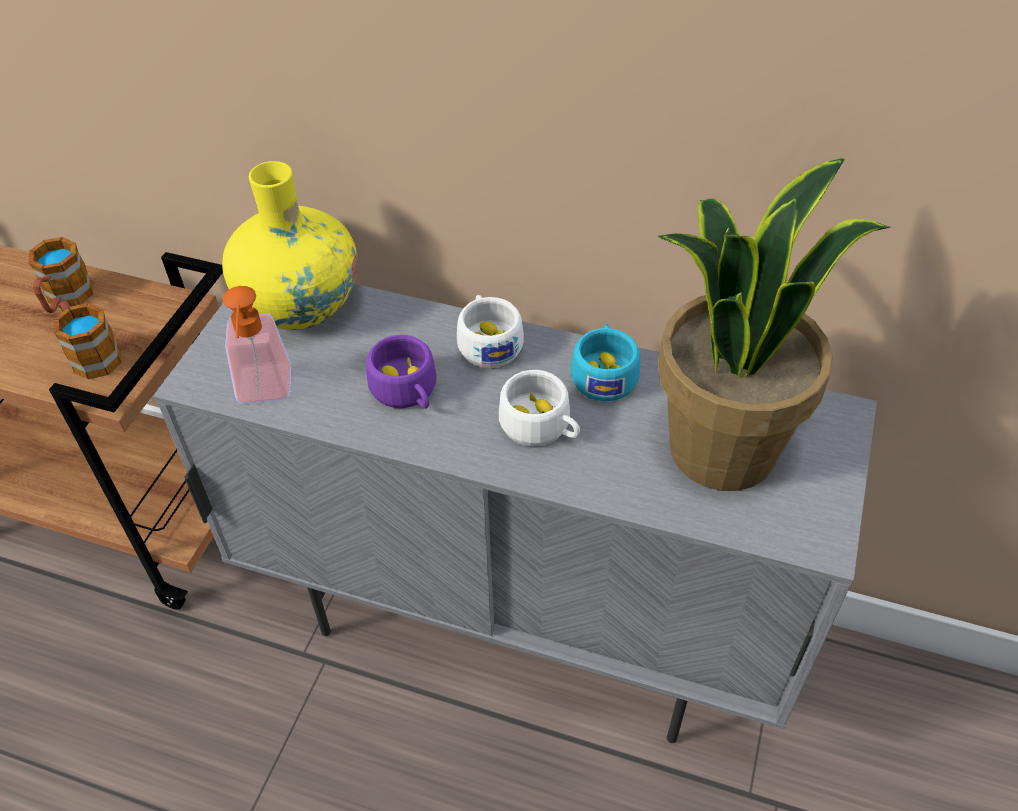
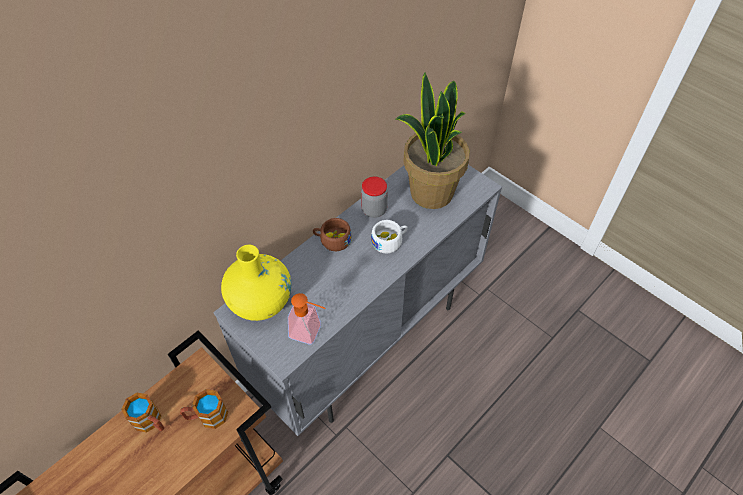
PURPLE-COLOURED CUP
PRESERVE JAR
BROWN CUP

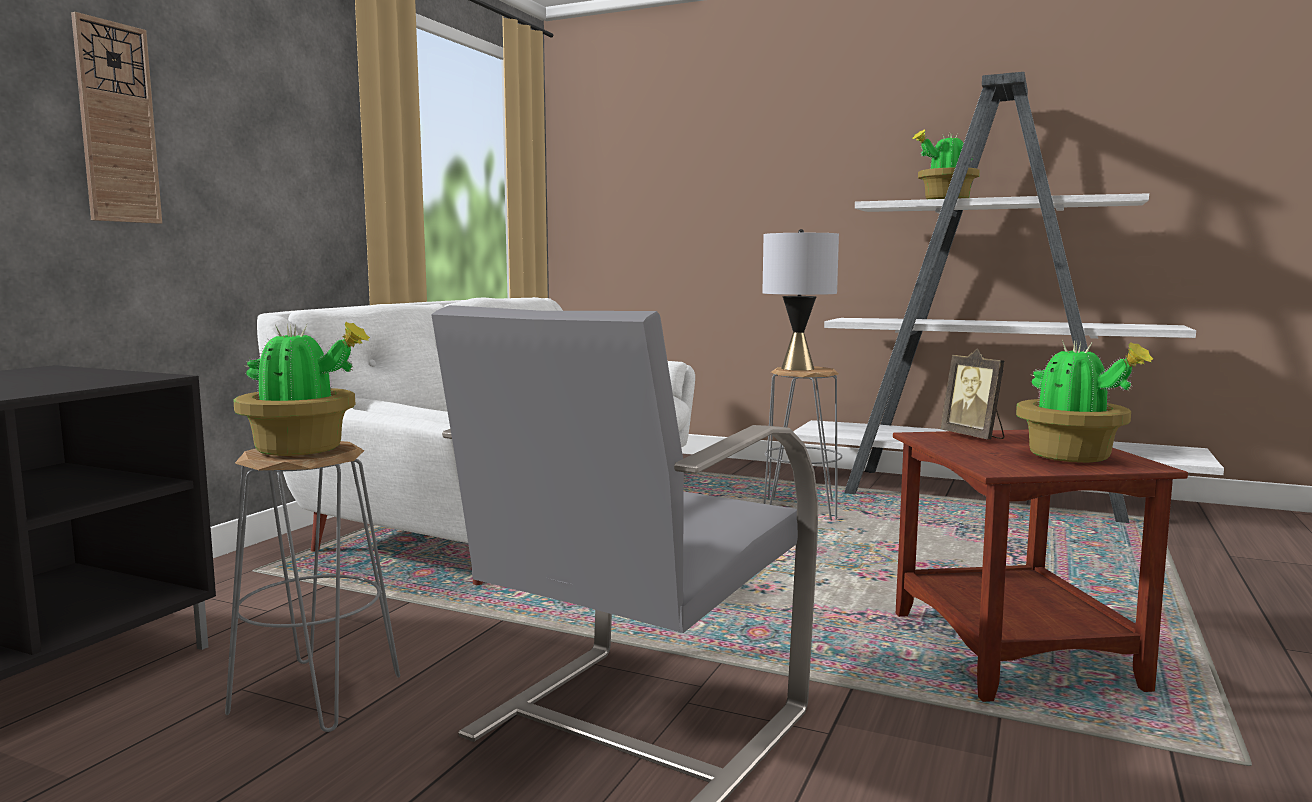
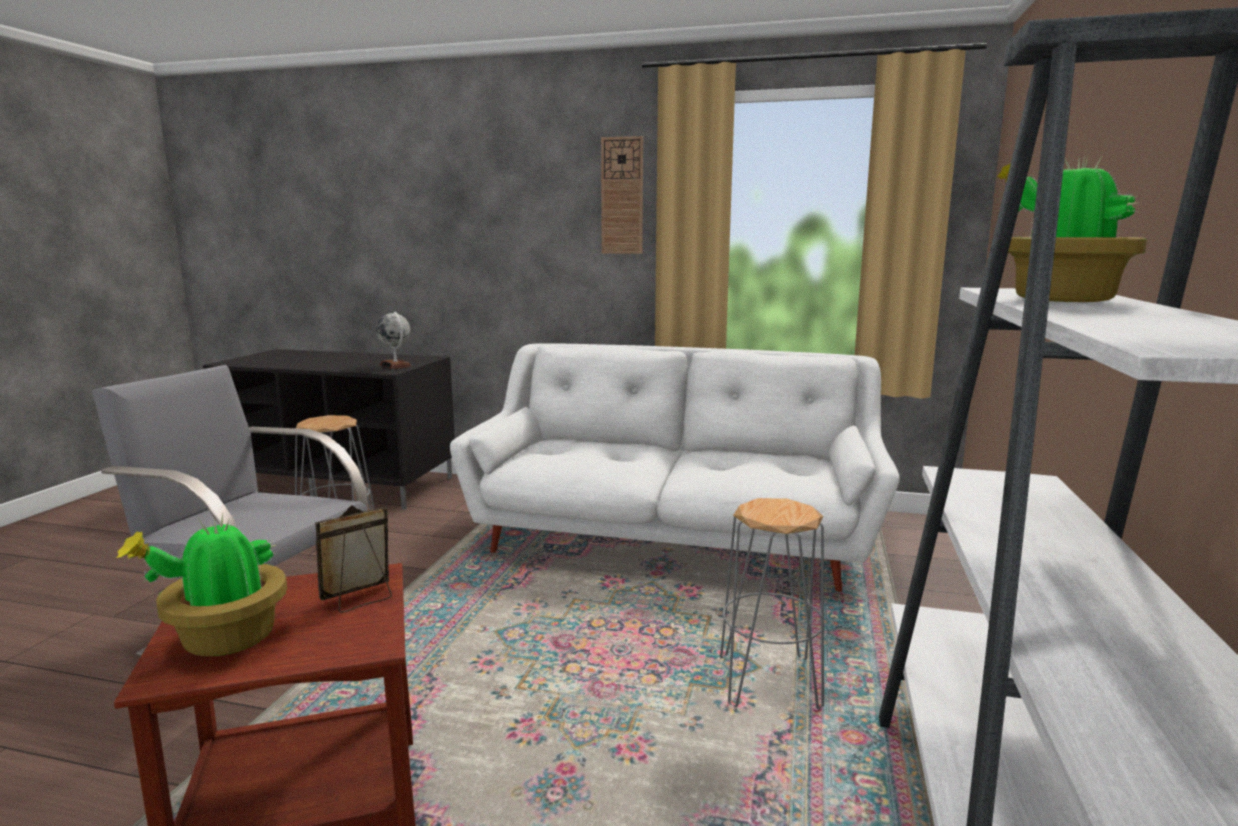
POTTED PLANT (1st from left in the first image)
GRAY TABLETOP LAMP
DESK GLOBE
CLOCK ON THE WALL

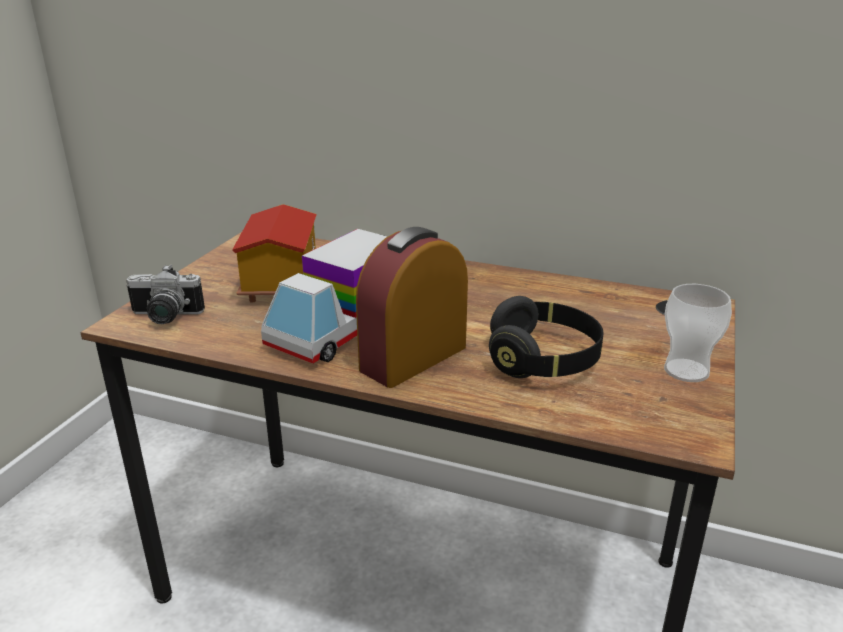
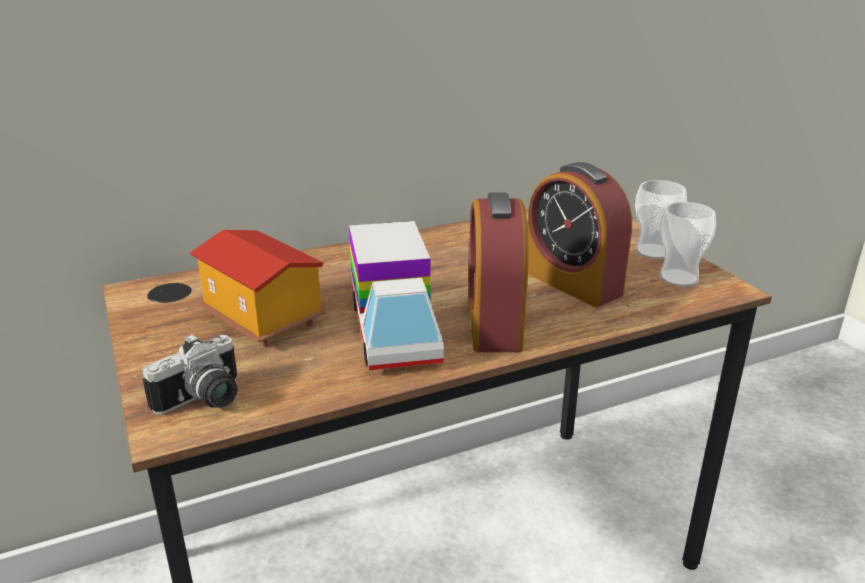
CUP (2nd from left)
BEDSIDE CLOCK (2nd from left)

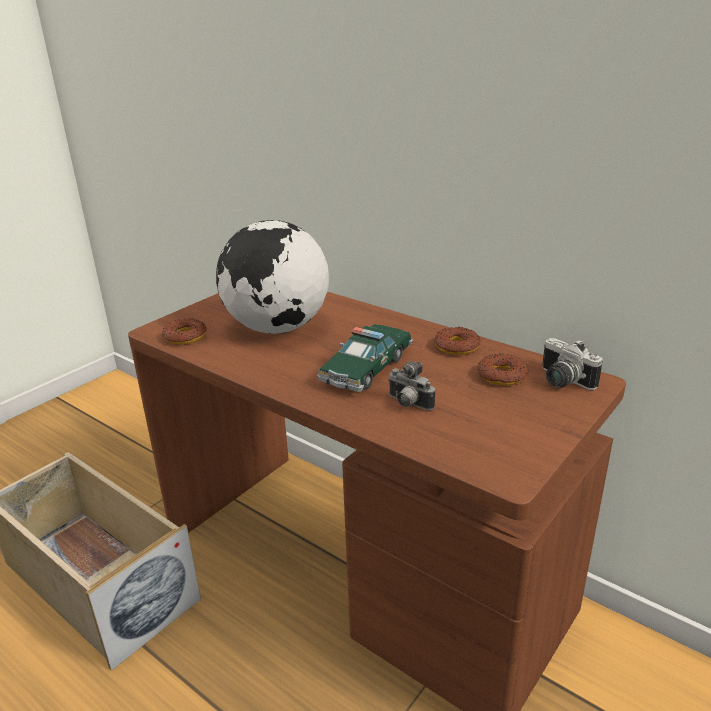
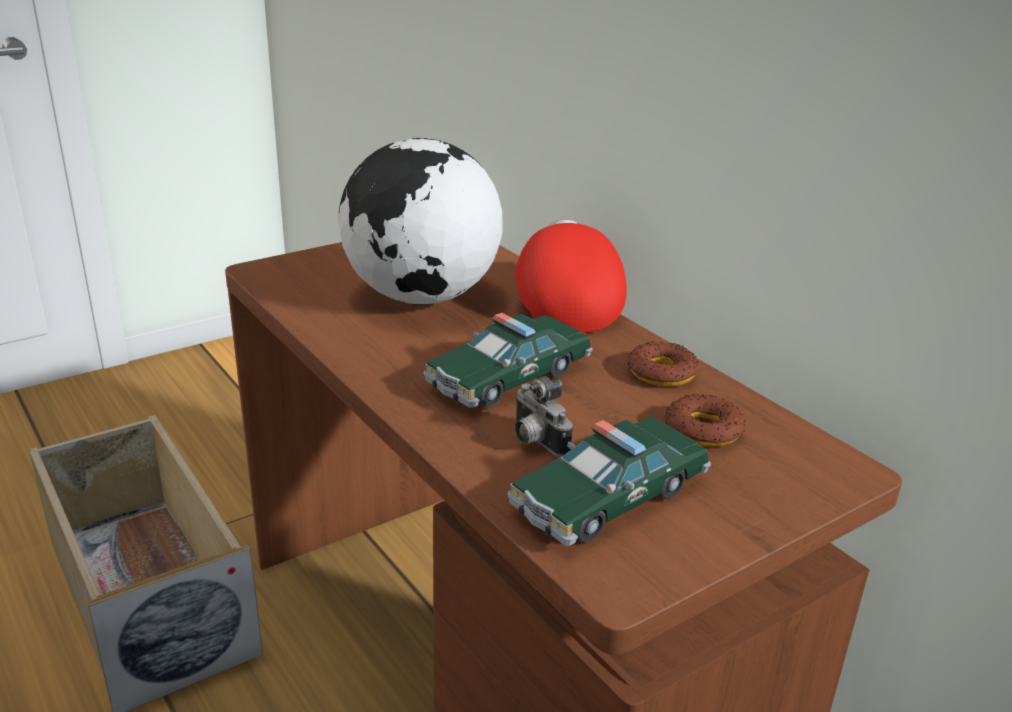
RING DOUGHNUT (1st from left in the first image)
STILL CAMERA (2nd from left in the first image)
TOY CAR (2nd from left)
REDDISH CAP

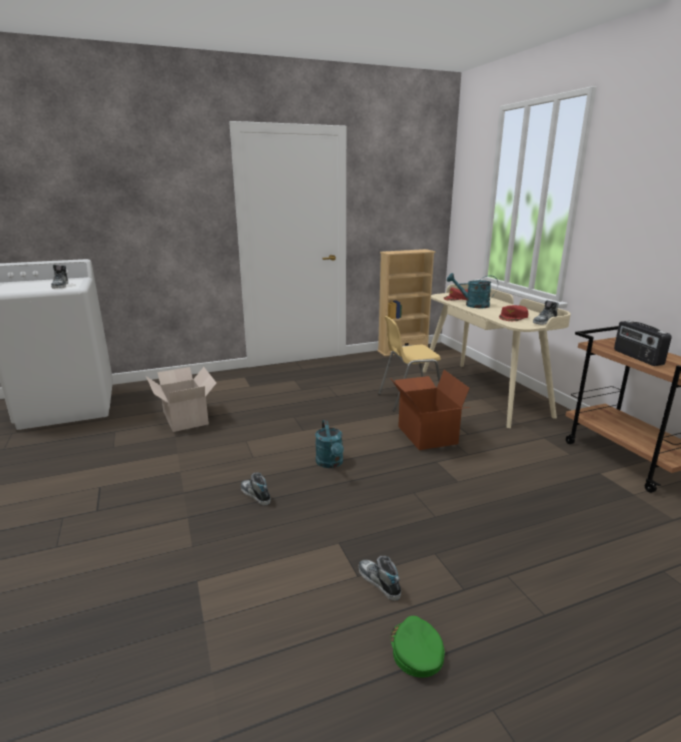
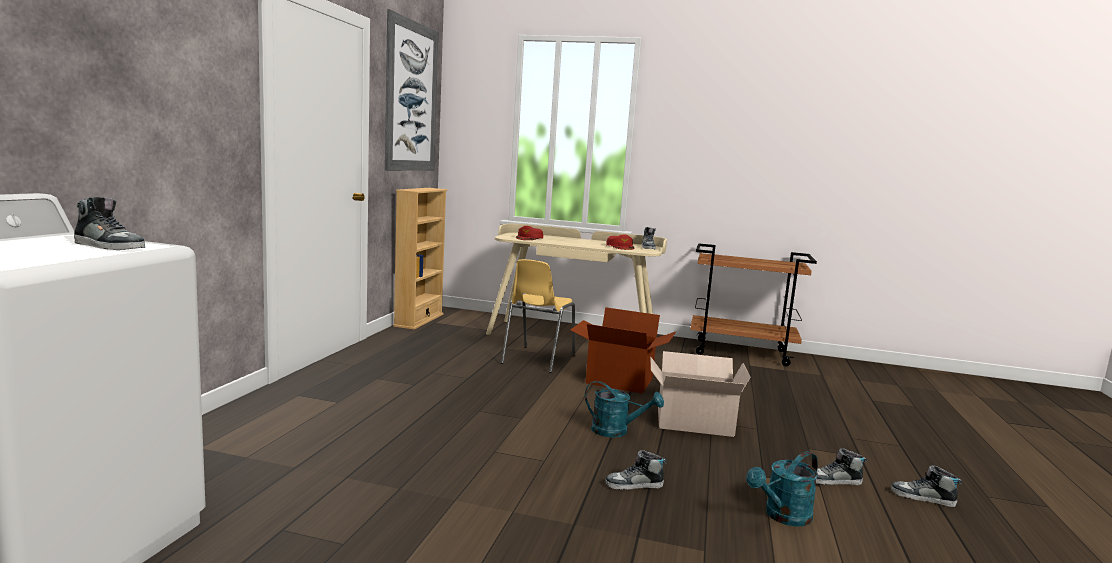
RADIO
PICTURE
CARDBOARD BOX (2nd from left)
TURQUOISE-COLOURED WATERING POT (2nd from left)
LOW SHOE (5th from left)

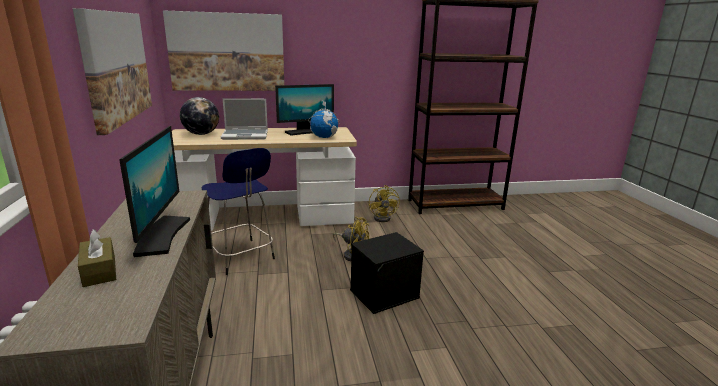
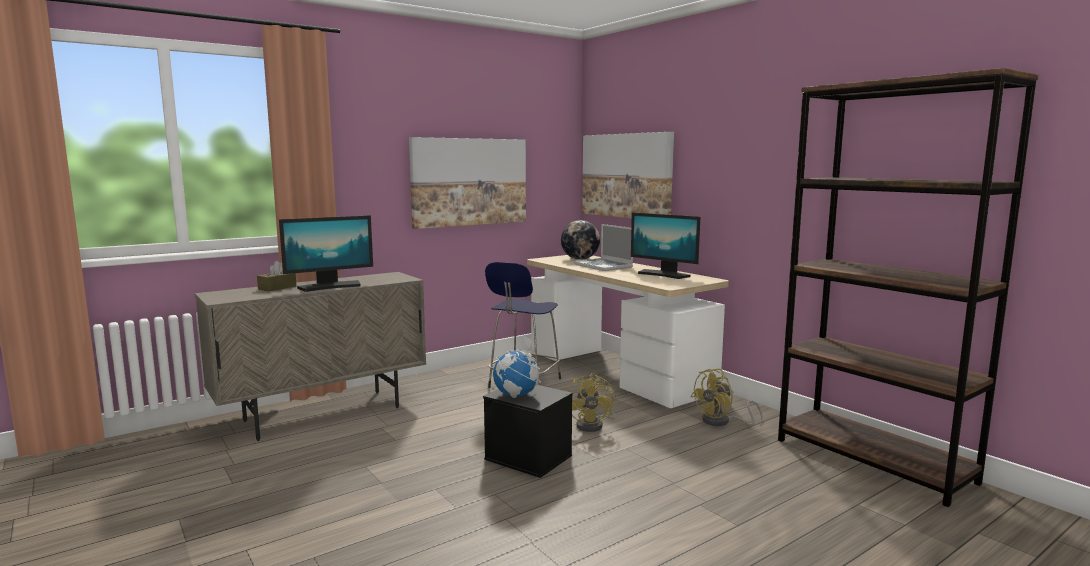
DESK GLOBE (1st from left)

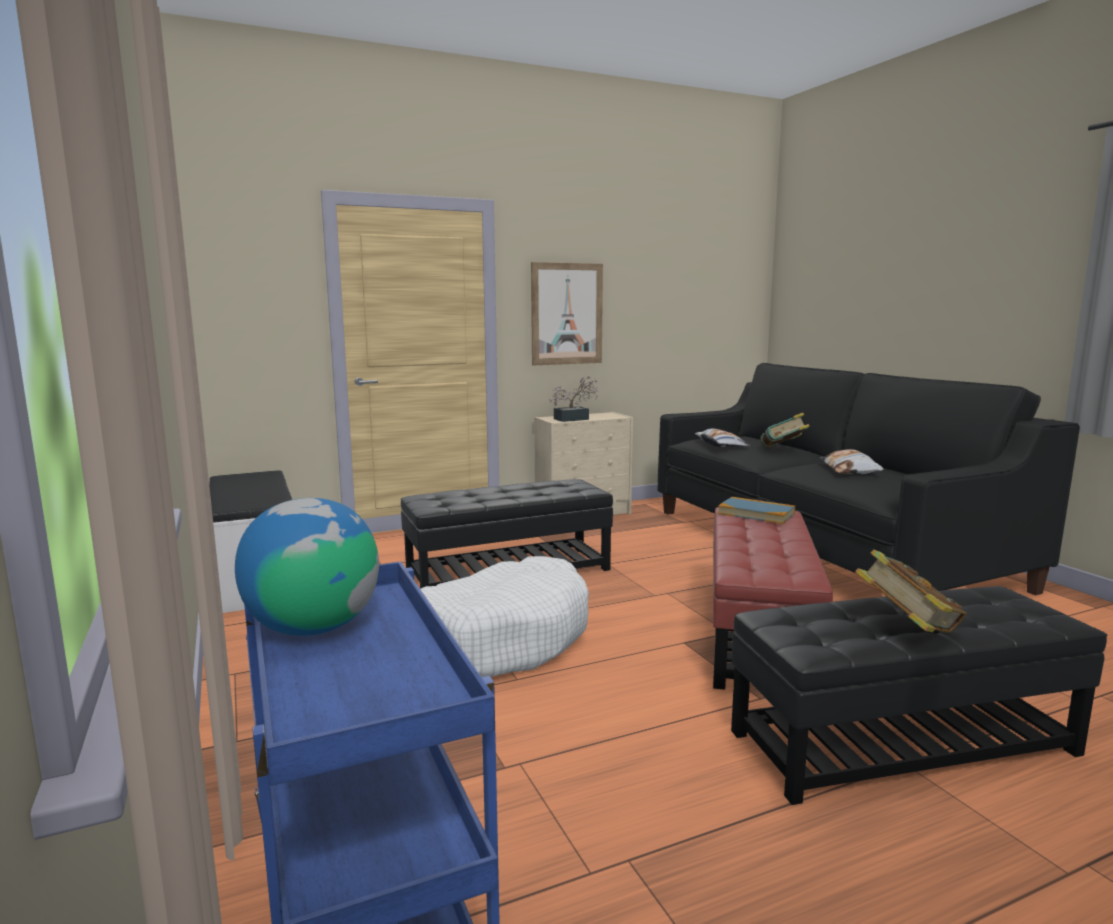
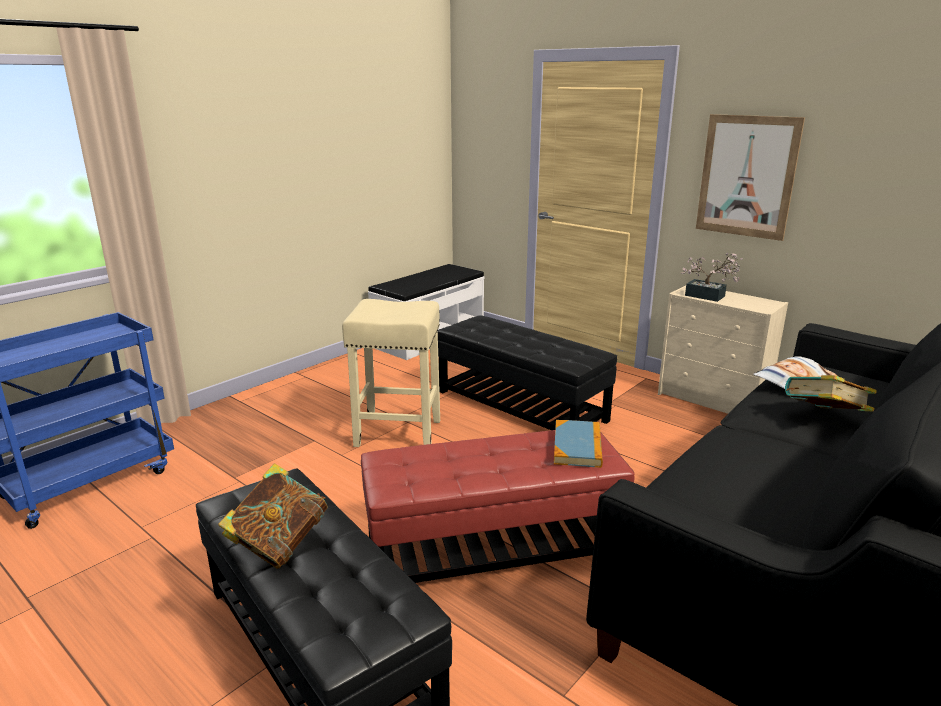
DESK GLOBE
PILLOW (2nd from left in the first image)
BEIGE STOOL SEAT

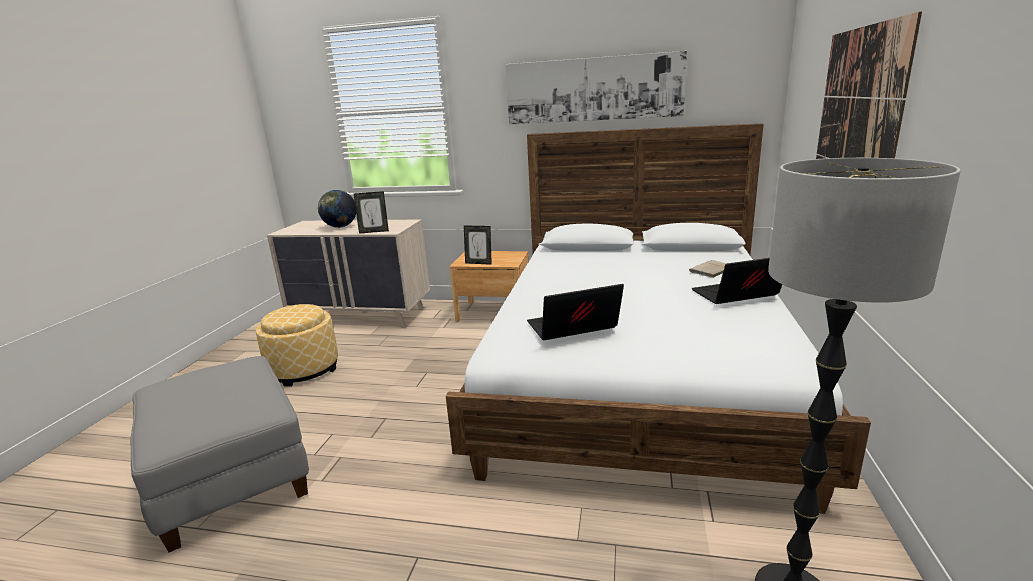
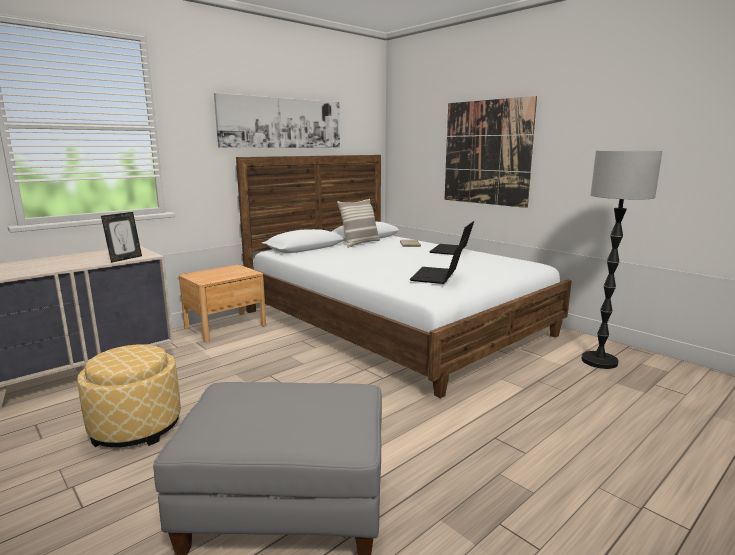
DESK GLOBE
PHOTO FRAME (2nd from left in the first image)
PILLOW

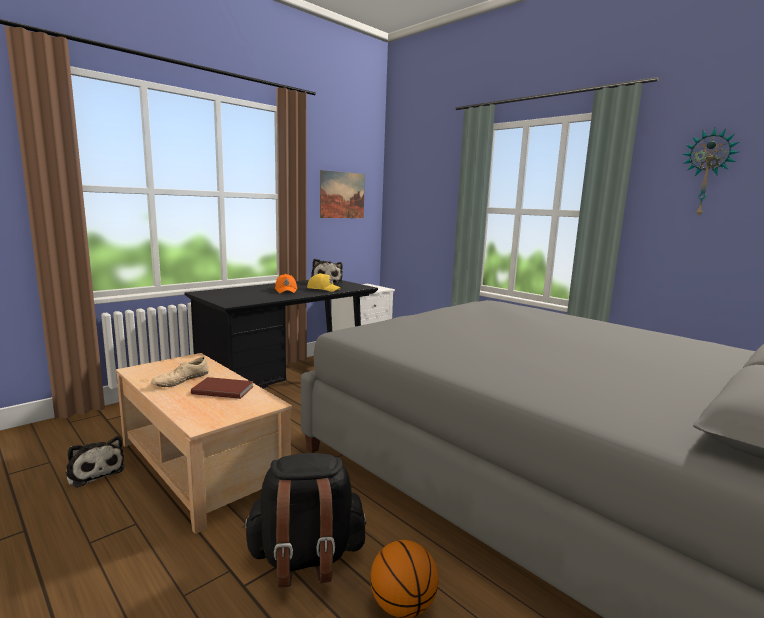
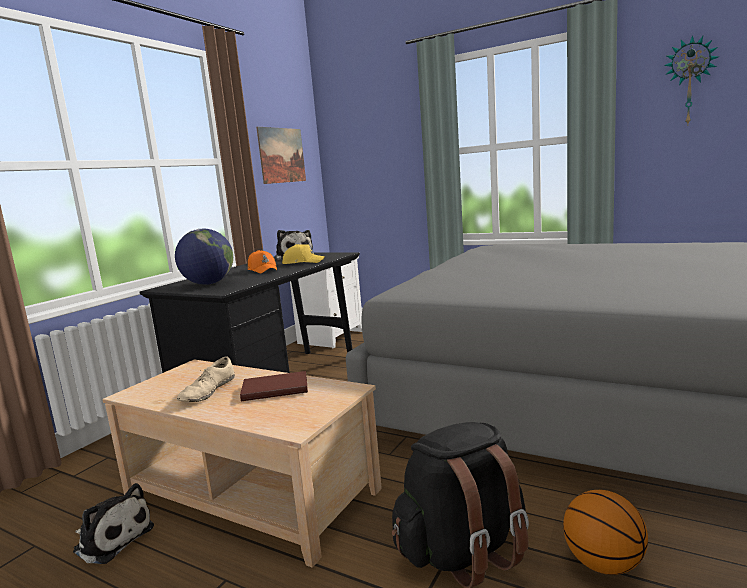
DESK GLOBE

